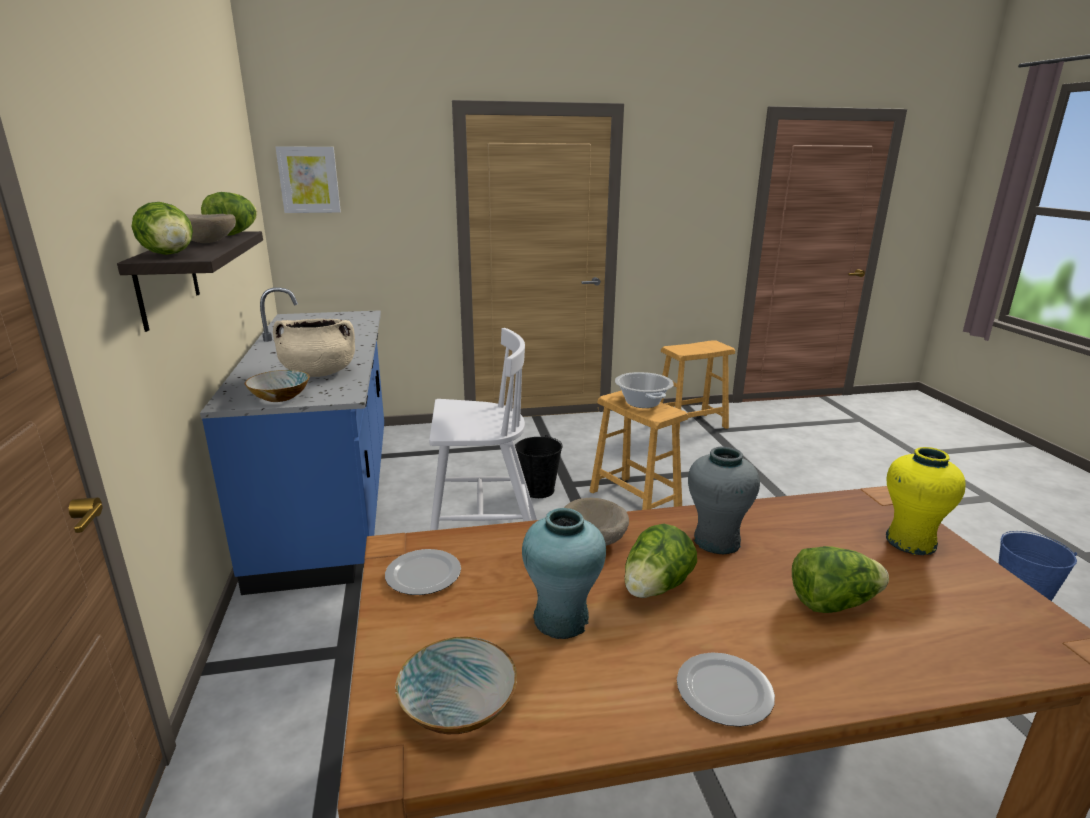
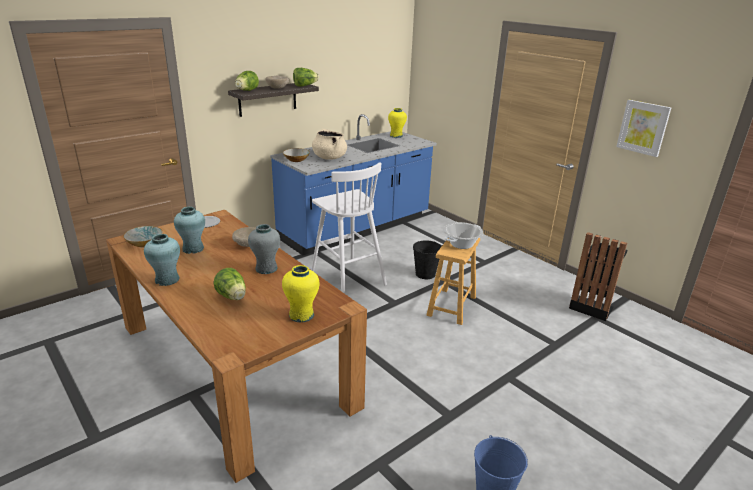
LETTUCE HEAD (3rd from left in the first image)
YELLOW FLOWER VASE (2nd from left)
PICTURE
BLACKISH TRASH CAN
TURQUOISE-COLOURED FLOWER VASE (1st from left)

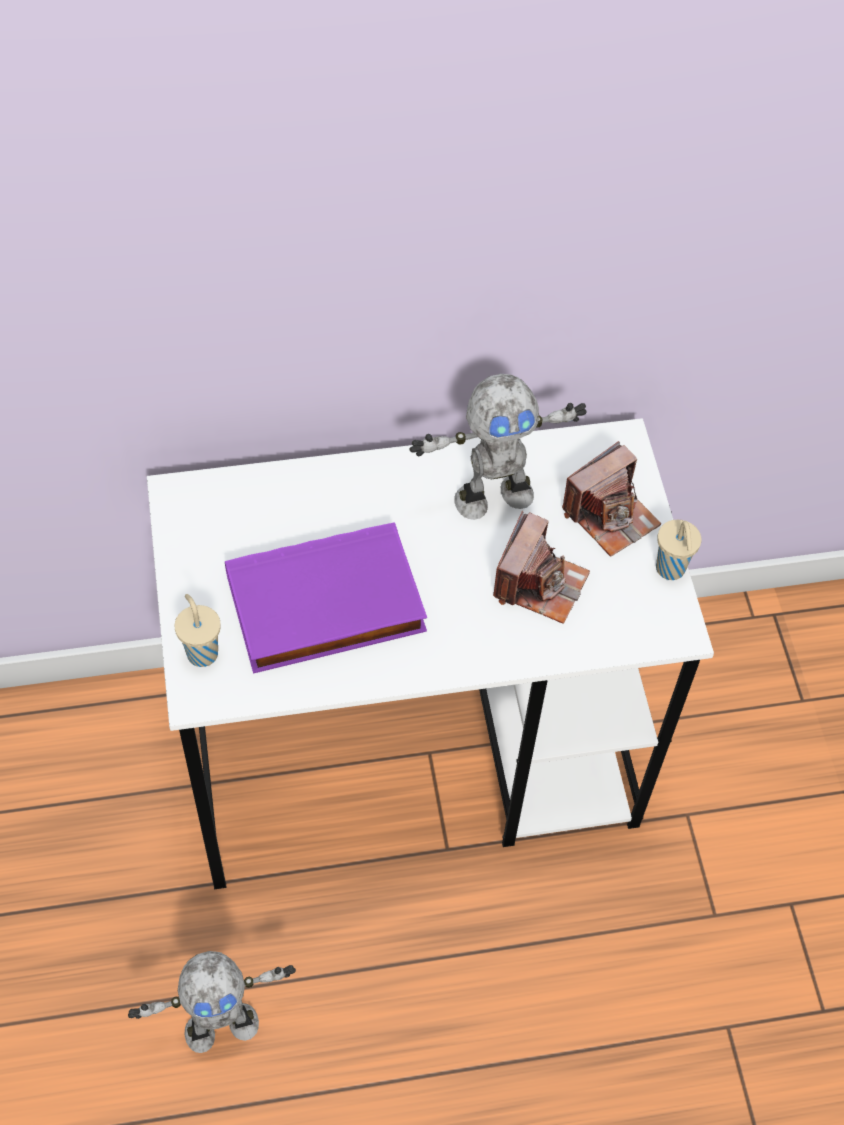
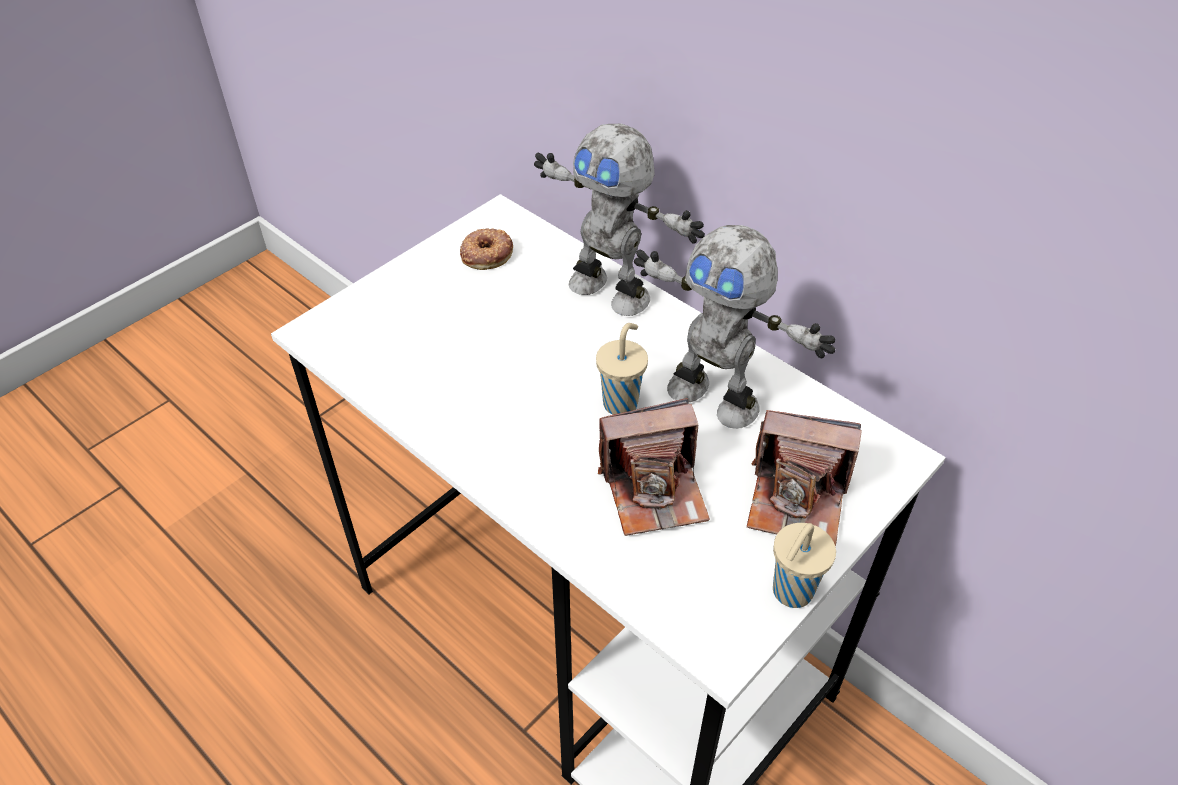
PURPLE-COLOURED VOLUME
RING DOUGHNUT
MODEL ROBOT (1st from left)
BEIGE CUP (1st from left)

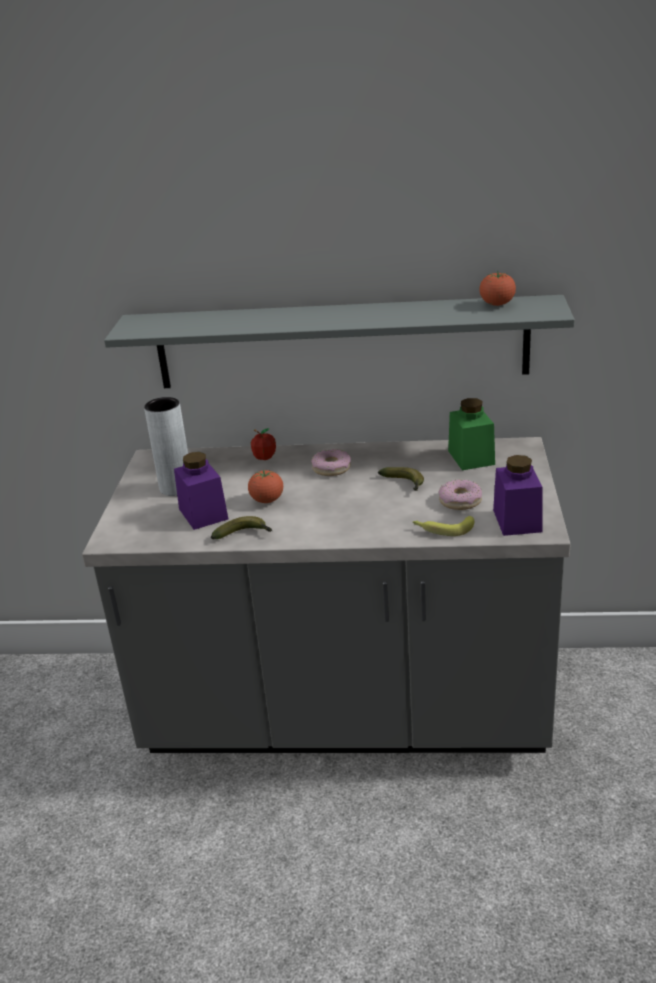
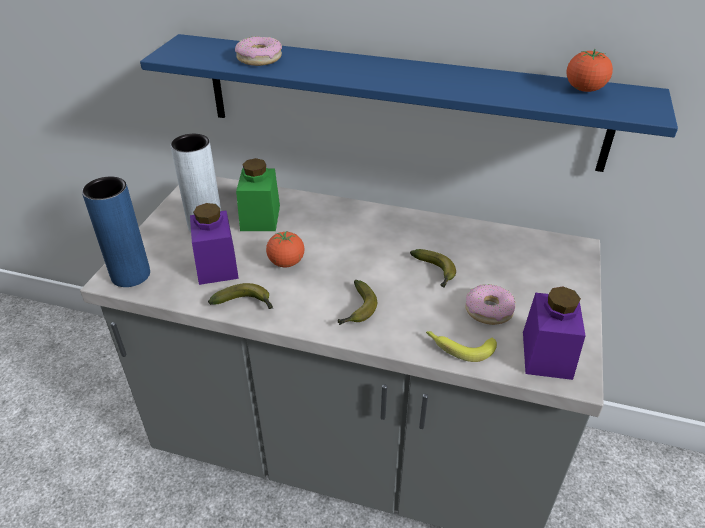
APPLE FRUIT
BLUISH FLOWER VASE
WHOLE BANANA (2nd from left)
RING DOUGHNUT (1st from left)
GREEN PRESERVE JAR
BLUISH SHELF

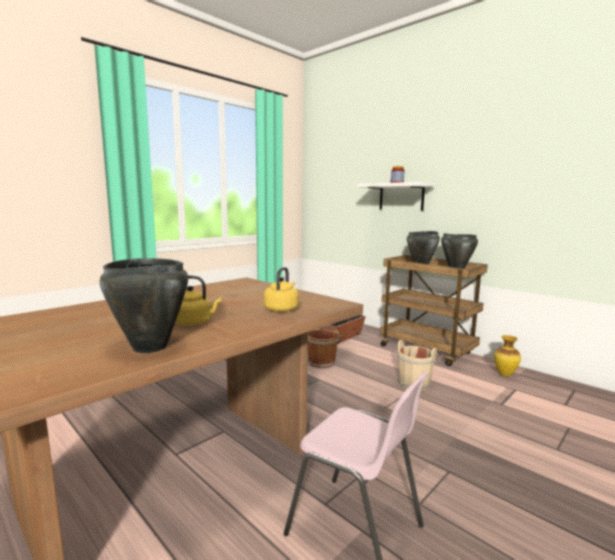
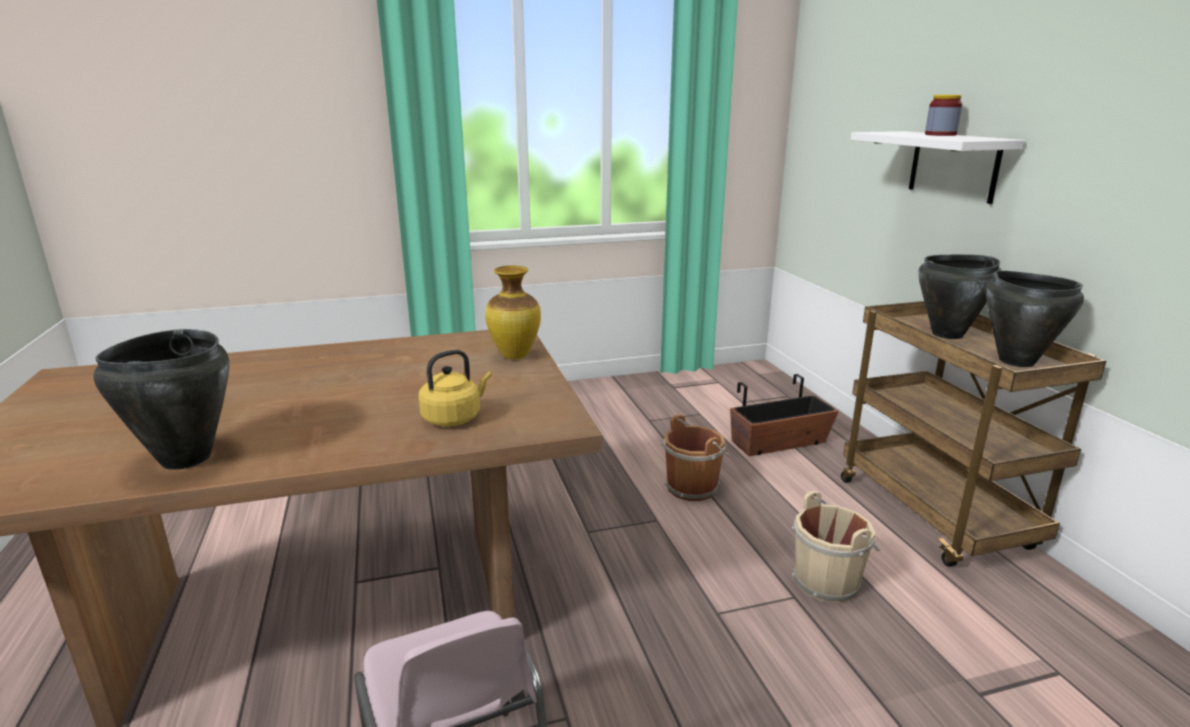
YELLOW KETTLE (1st from left in the first image)
FLOWER VASE

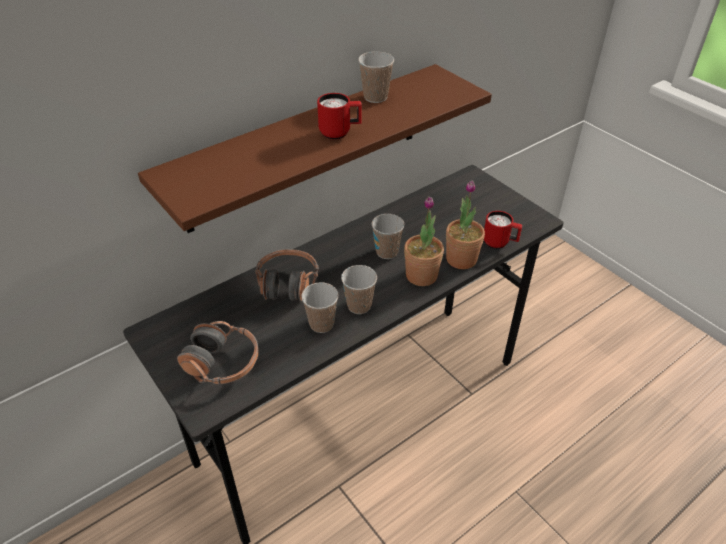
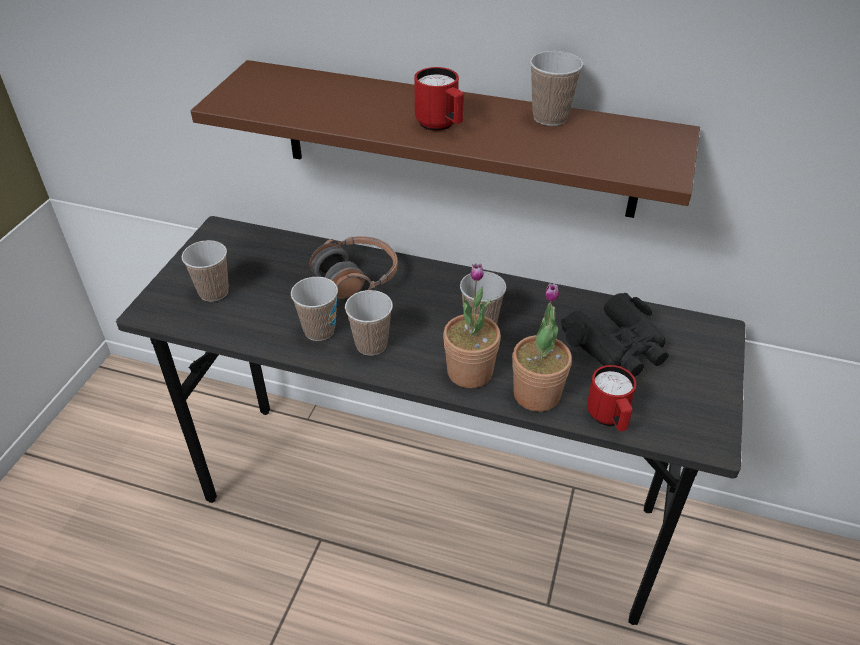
BLACKISH BINOCULARS
CUP (1st from left)

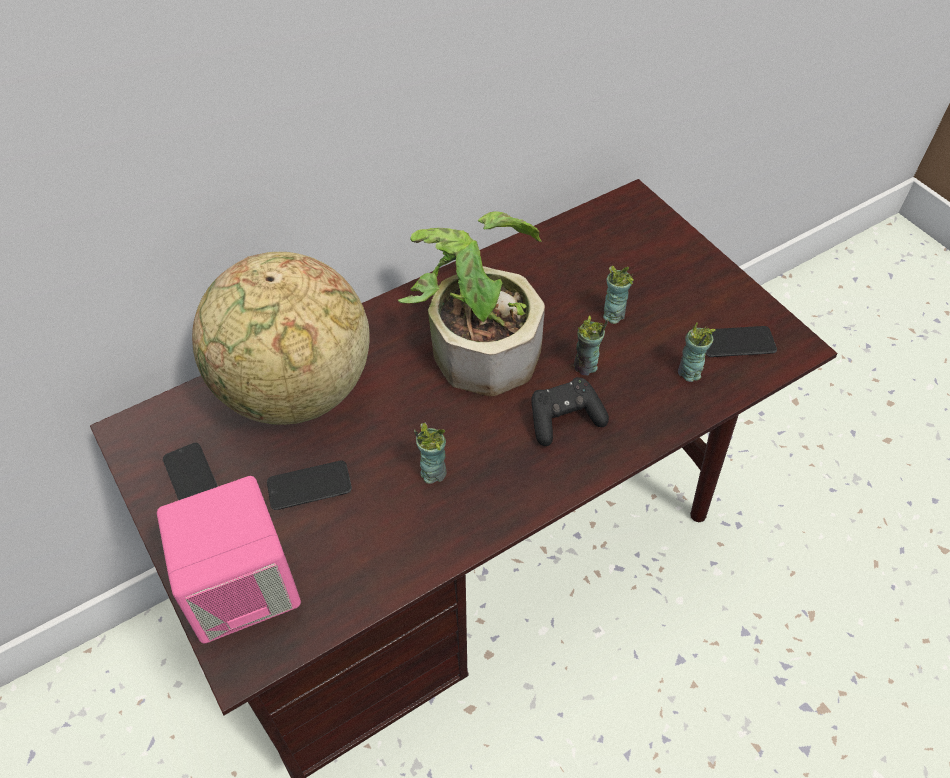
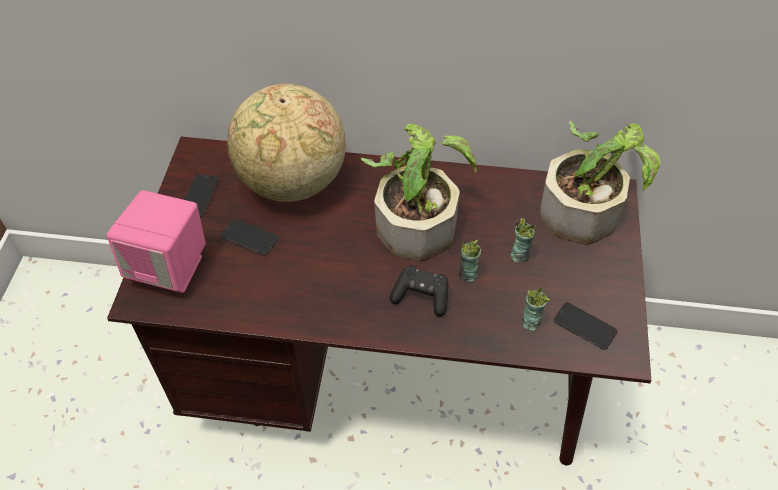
CUP (1st from left in the first image)
POTTED PLANT (2nd from left)

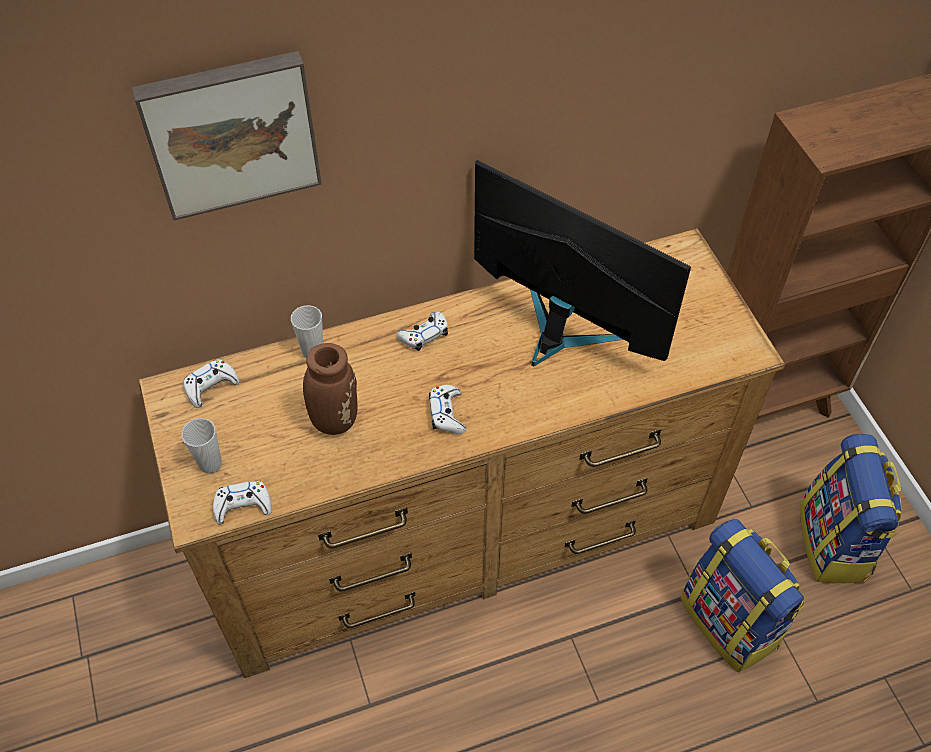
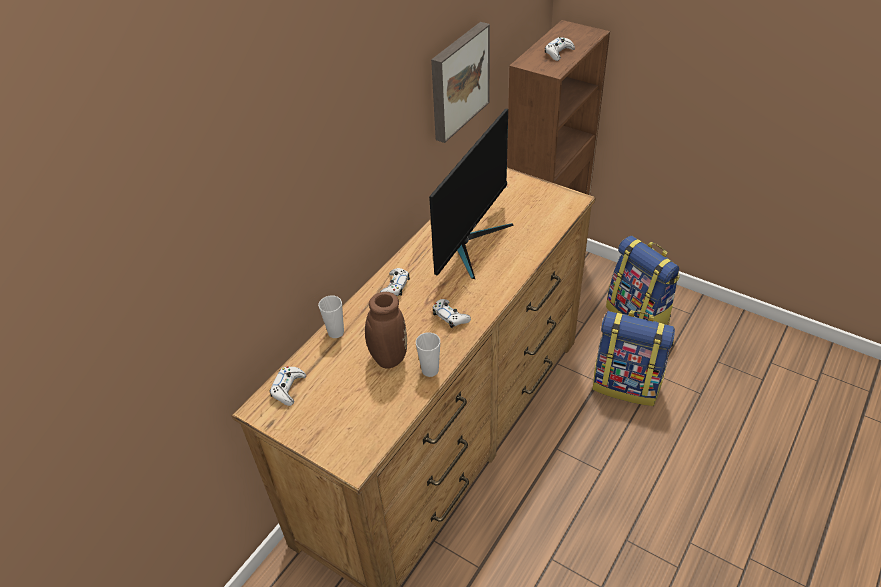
PICTURE
CUP (2nd from left)
WHITE-COLOURED GAME CONTROLLER (4th from left)
COMPUTER DISPLAY

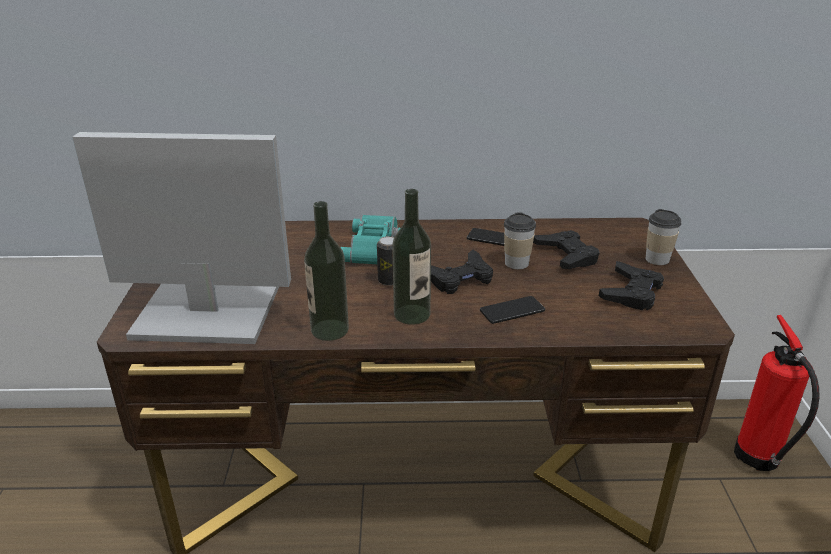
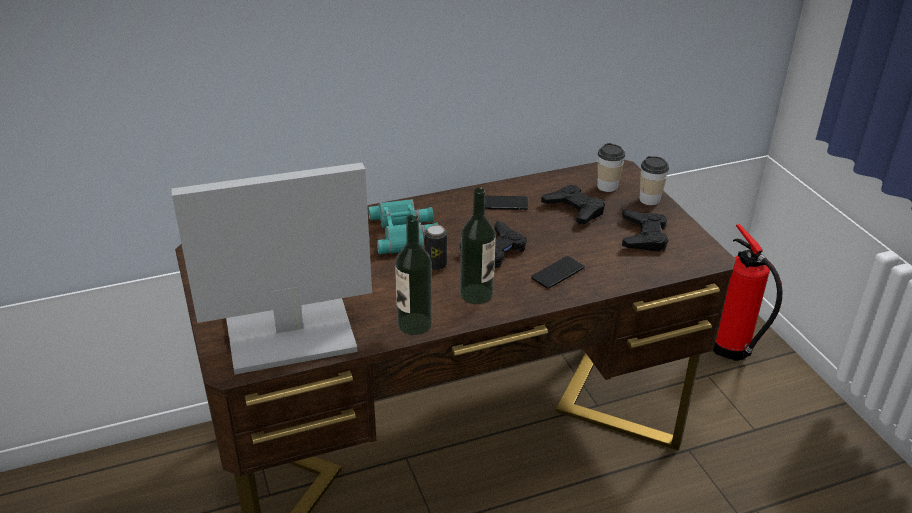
CUP (1st from left)

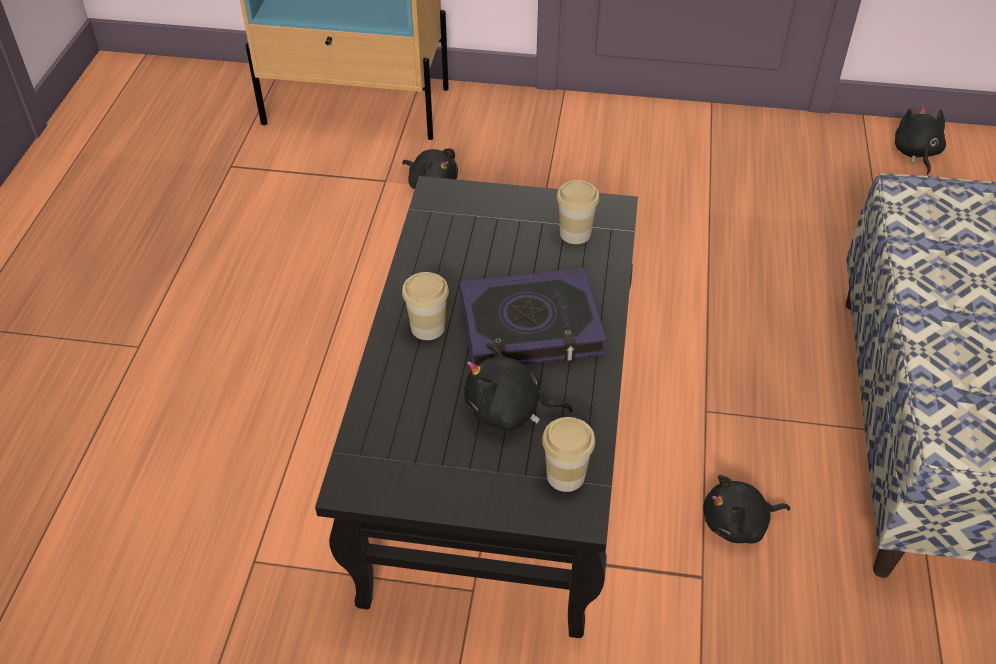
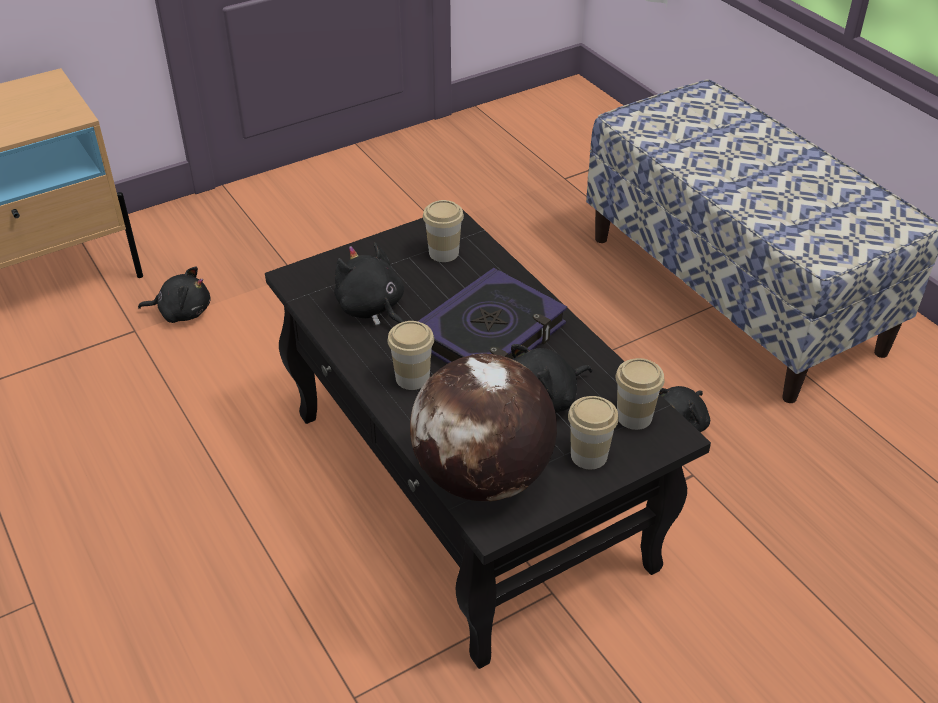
DESK GLOBE
CUP (3rd from left)
BLACKISH PLUSH TOY (2nd from left)

